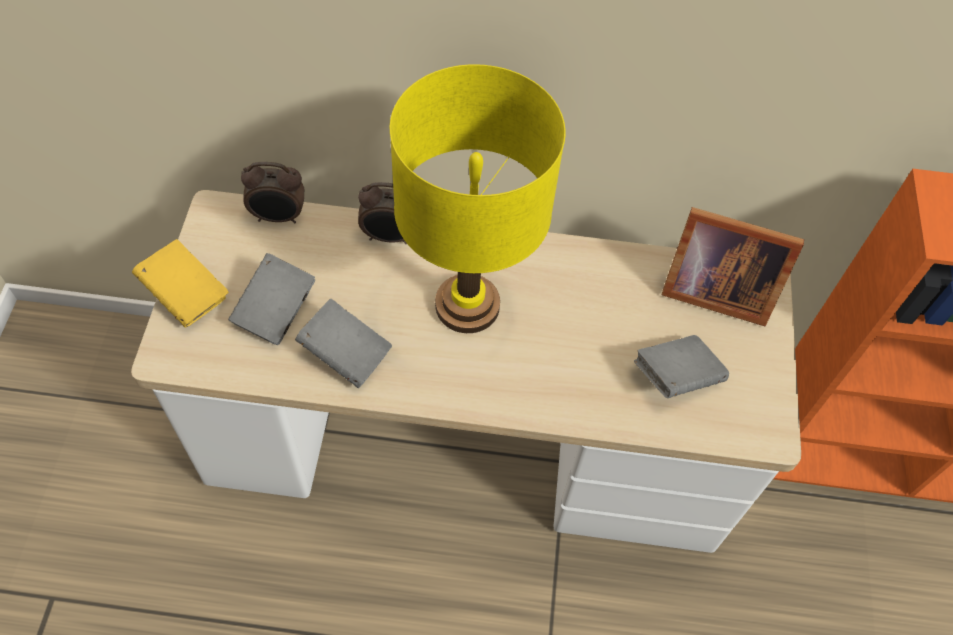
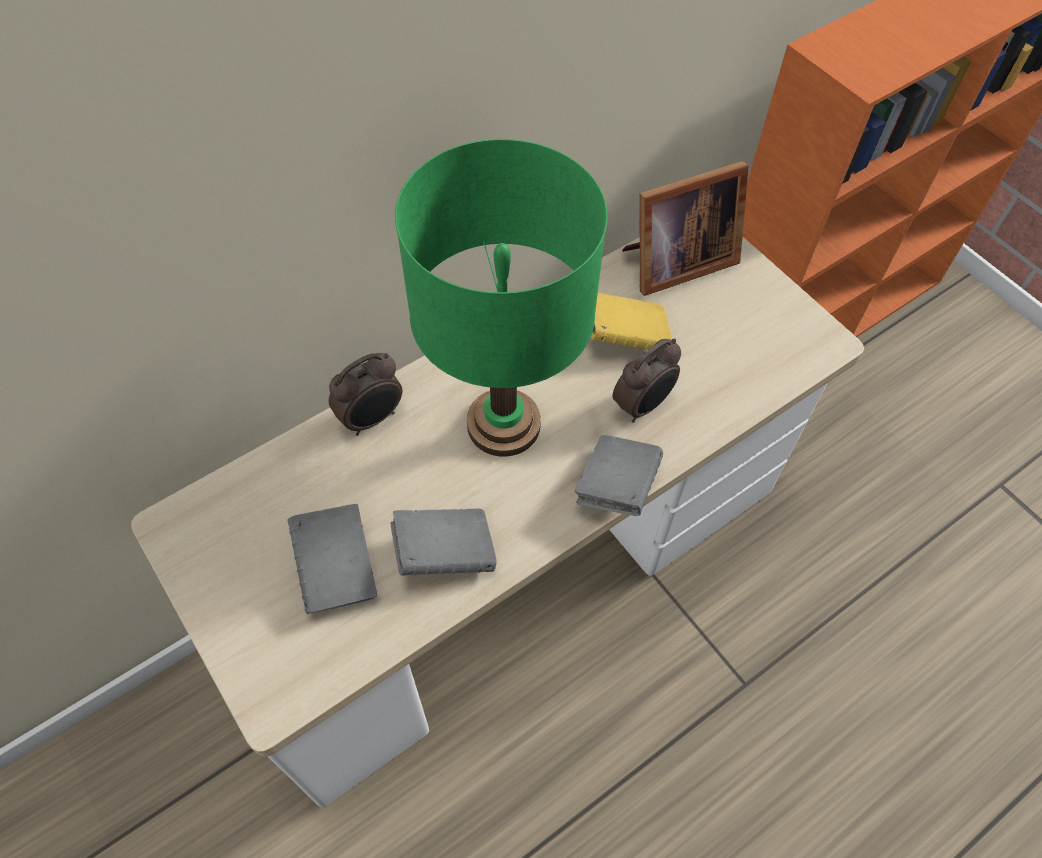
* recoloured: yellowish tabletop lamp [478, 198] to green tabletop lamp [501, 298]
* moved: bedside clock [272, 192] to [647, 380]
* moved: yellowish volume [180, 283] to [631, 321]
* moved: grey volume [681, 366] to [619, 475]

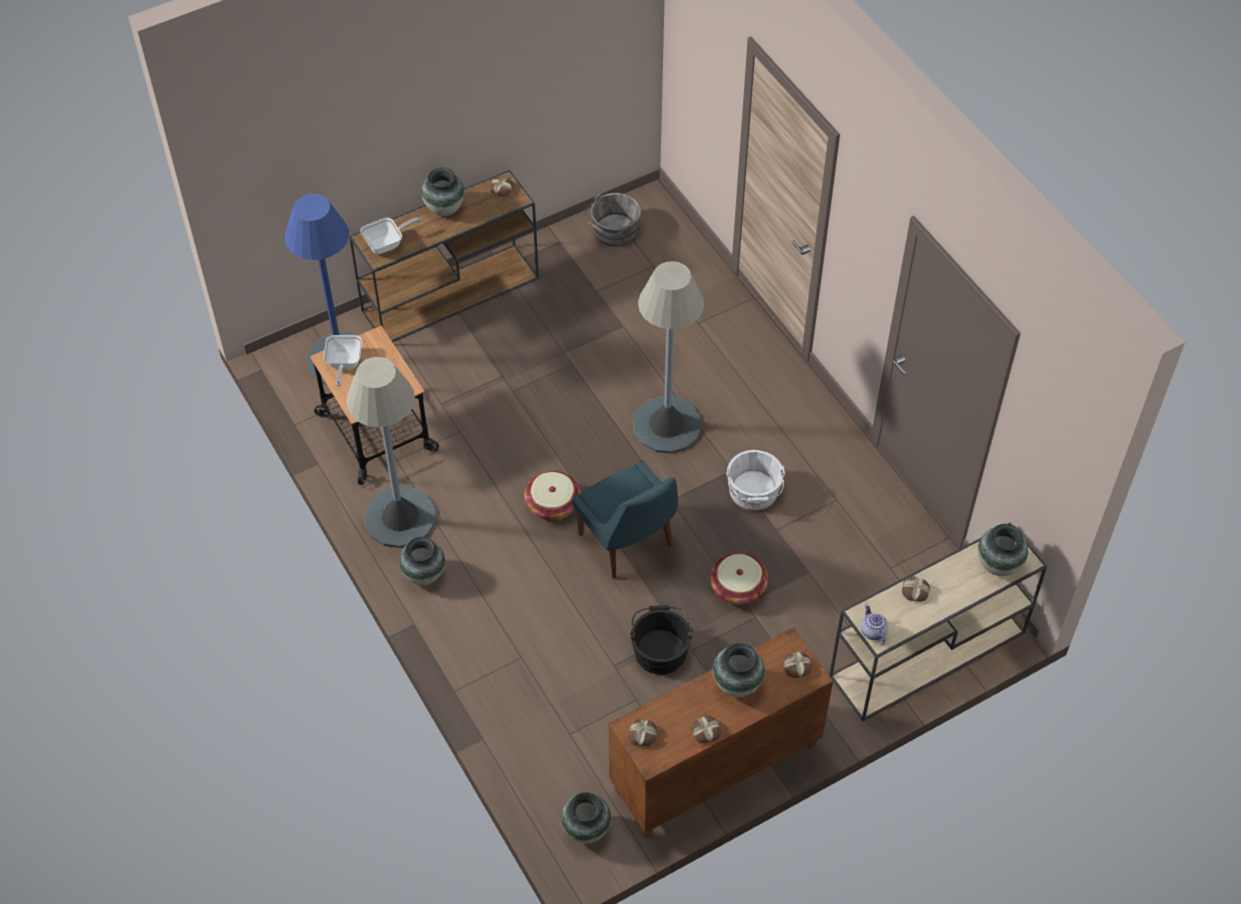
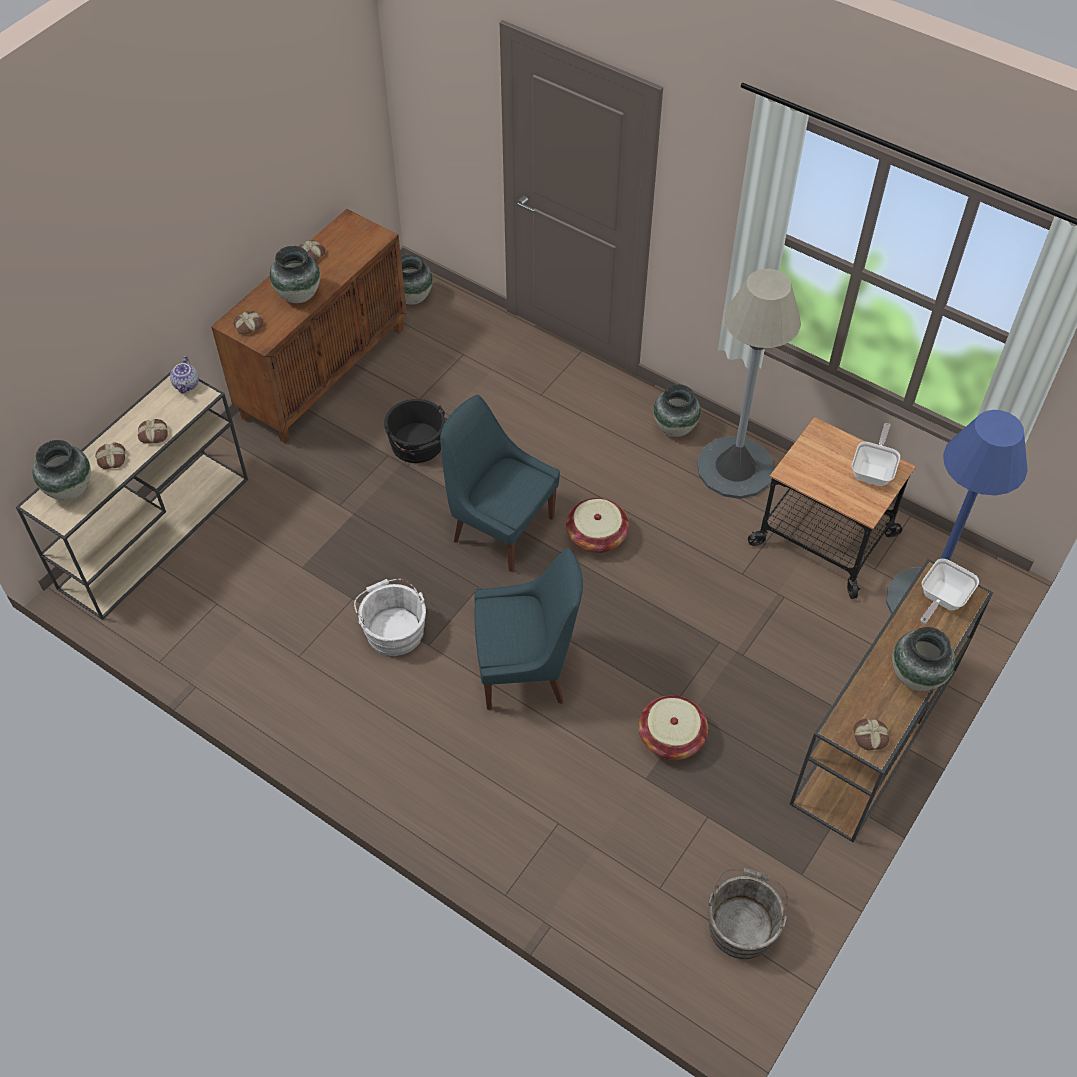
* replaced: grey standard lamp [668, 357] to blue-coloured plain chair [528, 629]
* turned: skillet [343, 360] = [876, 454] 45 degrees clockwise
* moved: storage basket [739, 579] to [673, 727]
* turned: pot for tea [874, 624] = [184, 374] 45 degrees clockwise
* moved: baked bread [642, 732] to [110, 456]

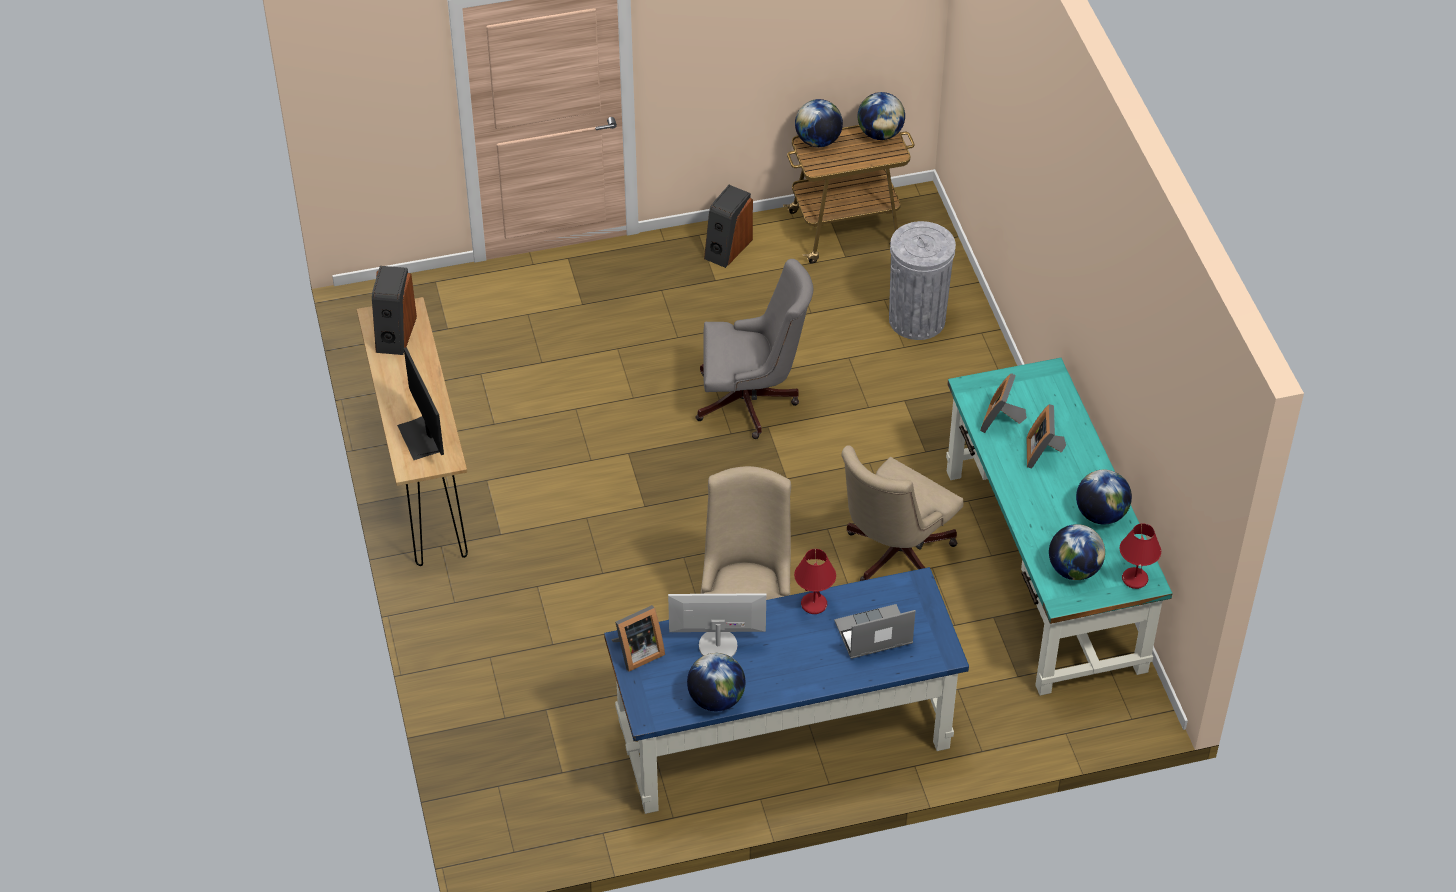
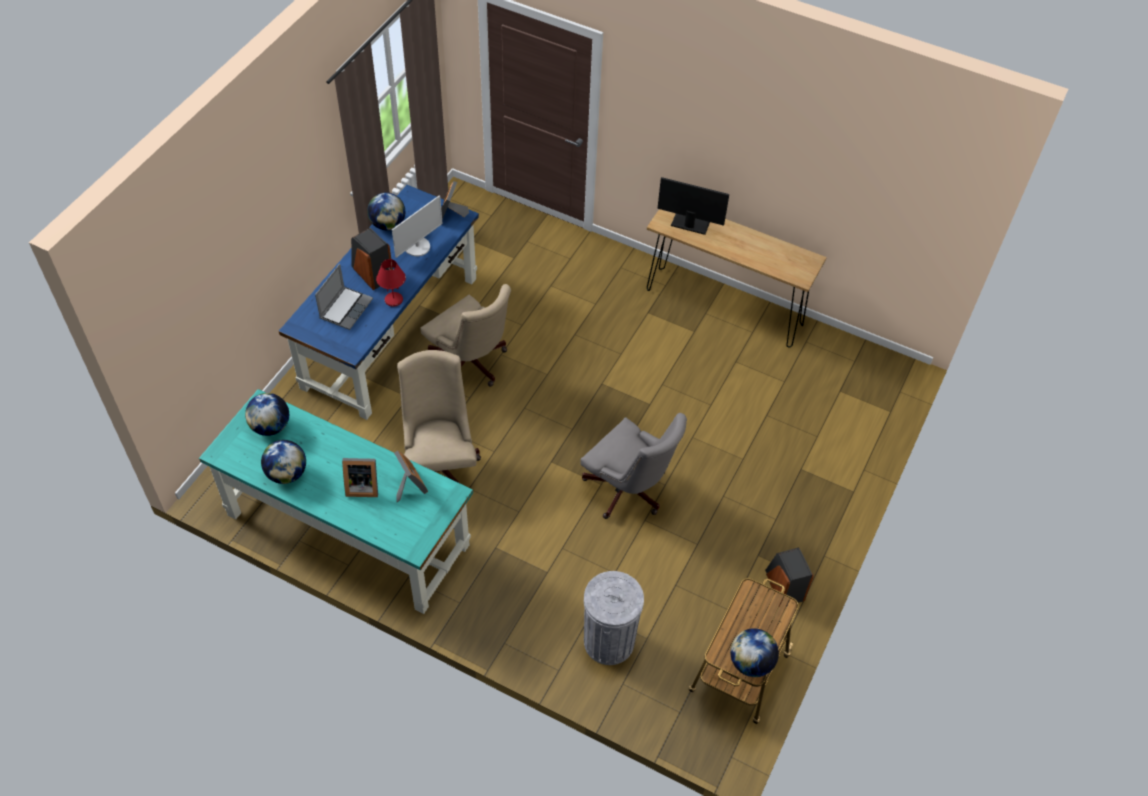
* removed: world globe [819, 123]
* turned: grey computer chair [754, 349] = [633, 466] 90 degrees counterclockwise
* moved: speaker [394, 310] to [372, 259]
* turned: standing frame [1046, 436] = [360, 477] 135 degrees clockwise
* removed: red-coloured tabletop lamp [1140, 556]

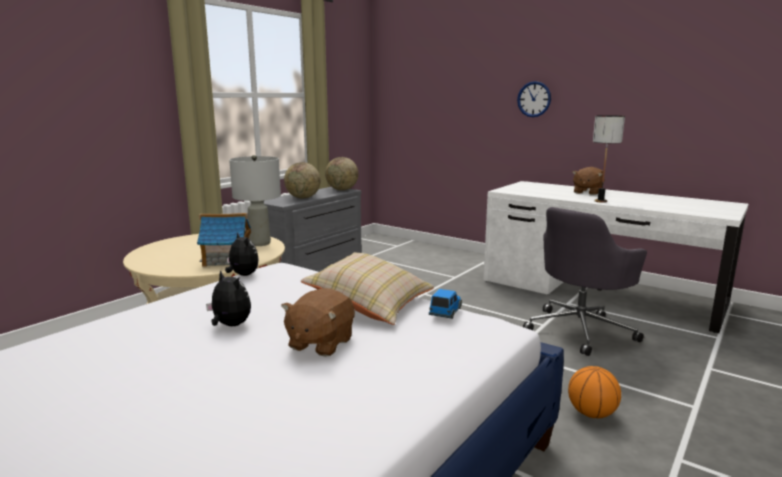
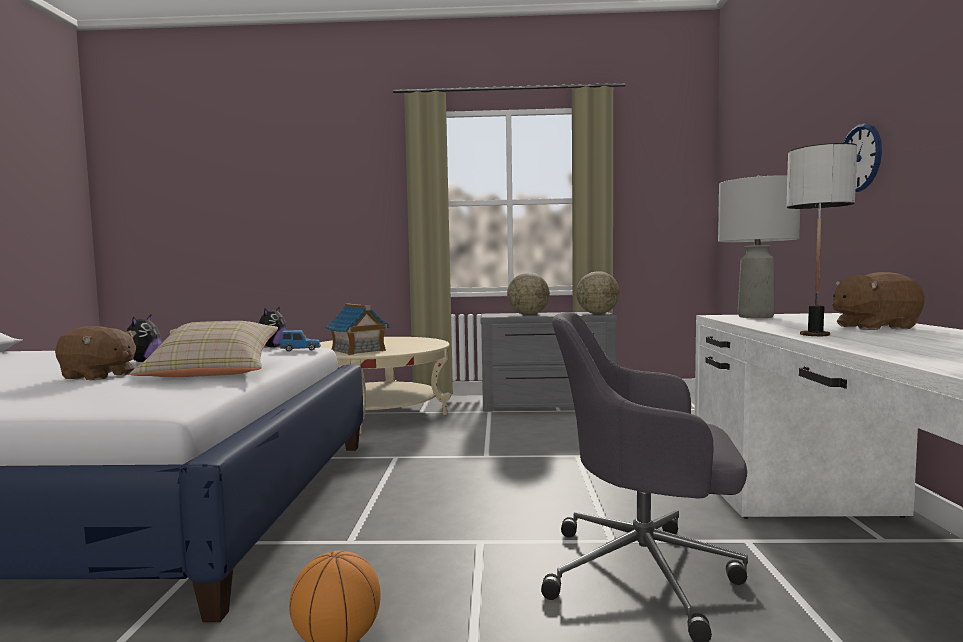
* moved: grey tabletop lamp [255, 200] to [759, 246]
* turned: brownish cuddly toy [318, 322] = [95, 353] 150 degrees counterclockwise
* moved: miniature car [445, 304] to [300, 341]

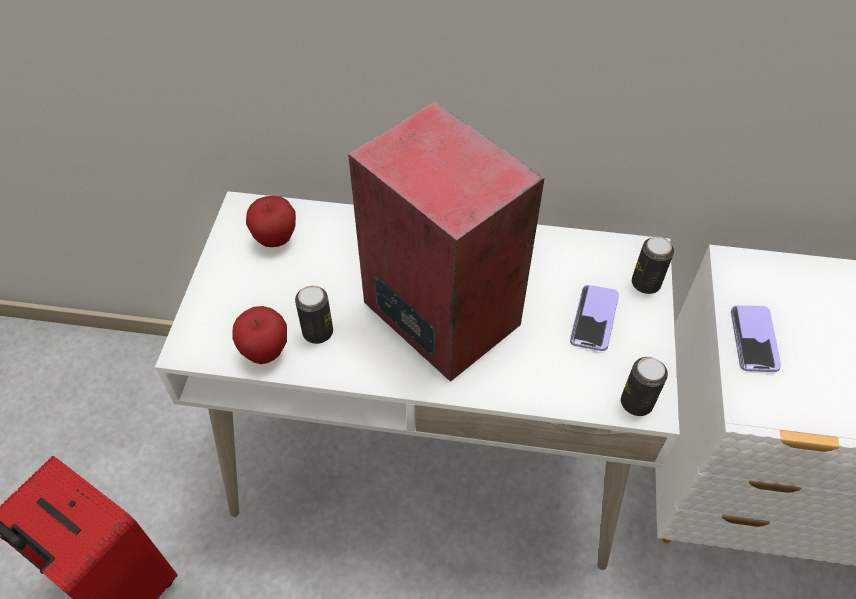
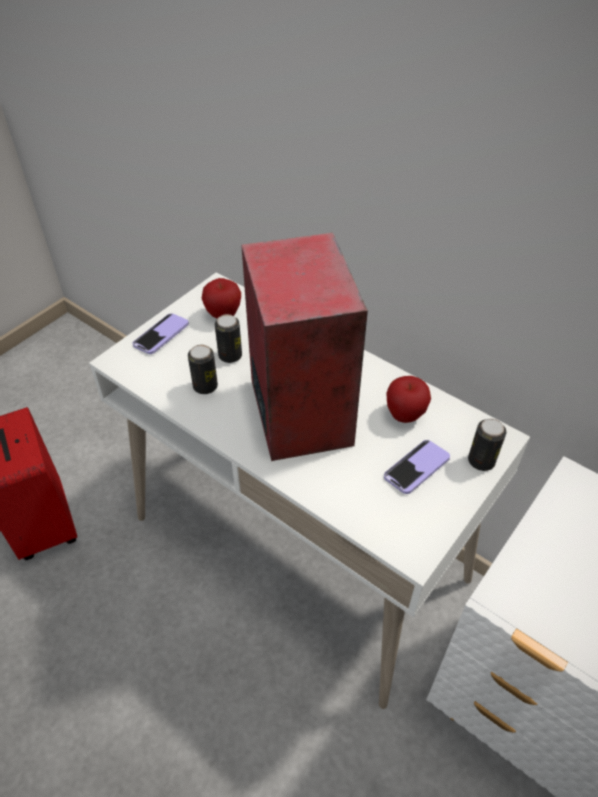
* moved: phone [756, 338] to [160, 333]
* moved: apple fruit [259, 335] to [408, 399]
* moved: can [644, 386] to [228, 338]

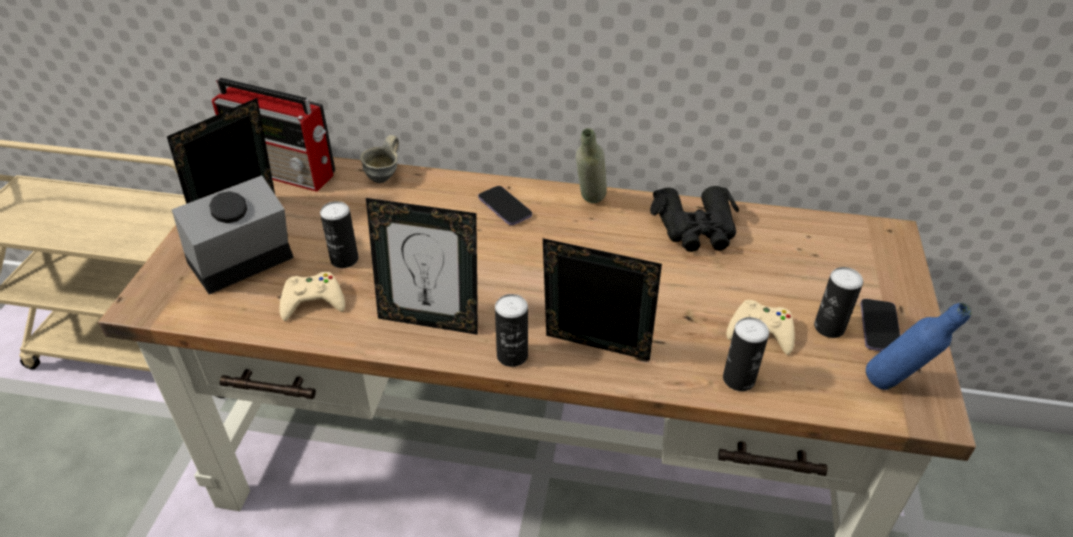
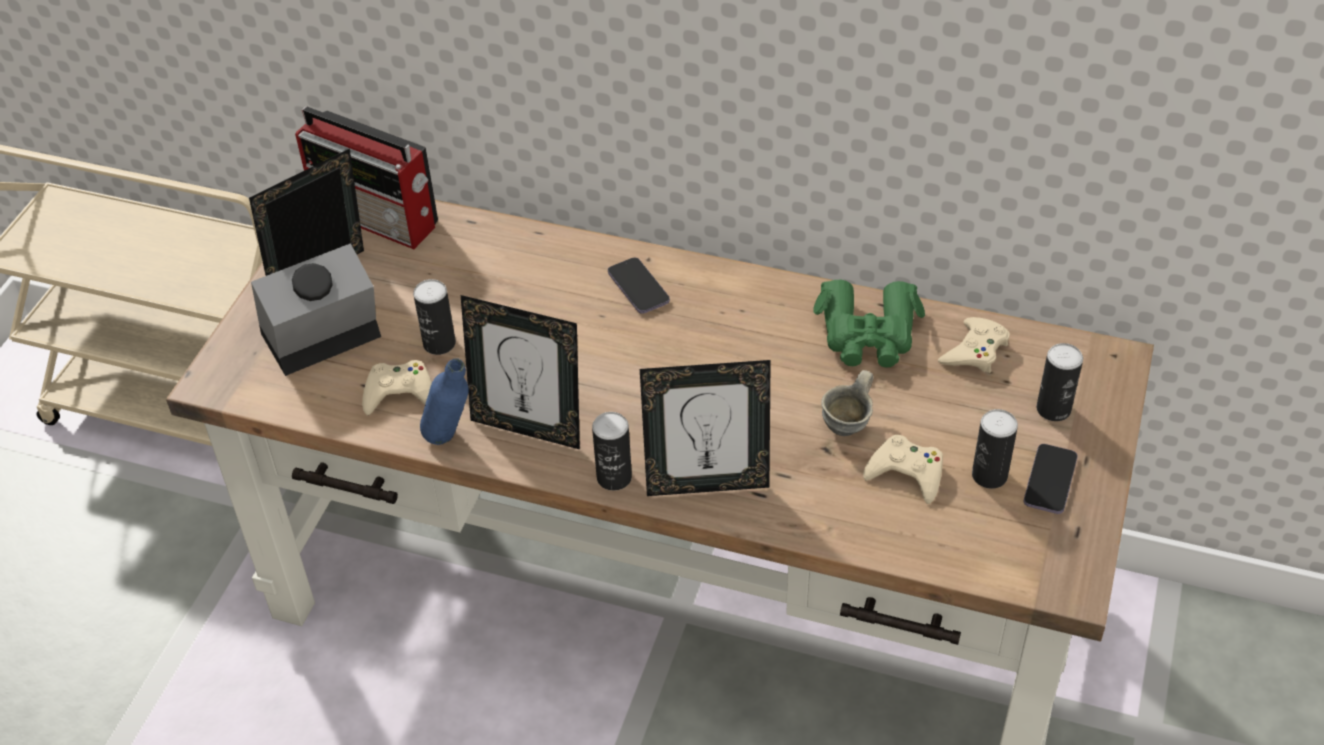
* removed: grey bottle [591, 165]
* moved: grey coffee mug [379, 159] to [847, 403]
* recoloured: black field glasses [694, 219] to green field glasses [869, 324]
* turned: standing frame [602, 299] = [705, 428] 150 degrees clockwise
* moved: blue-coloured bottle [919, 346] to [444, 401]
* moved: can [746, 354] to [1059, 382]
* added: beige-coloured gamepad [974, 345]

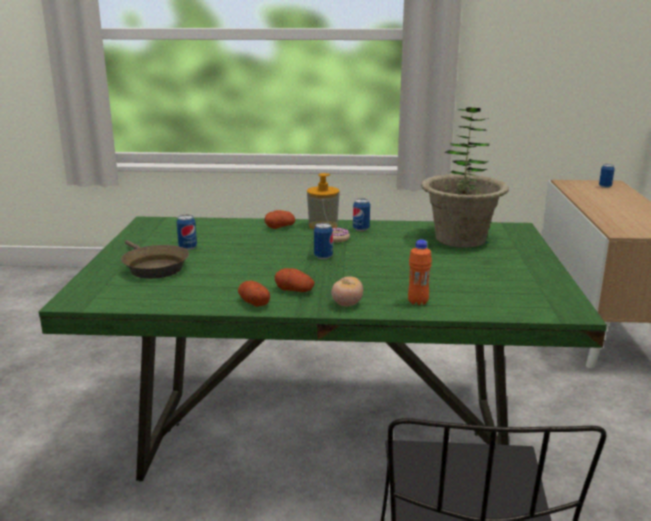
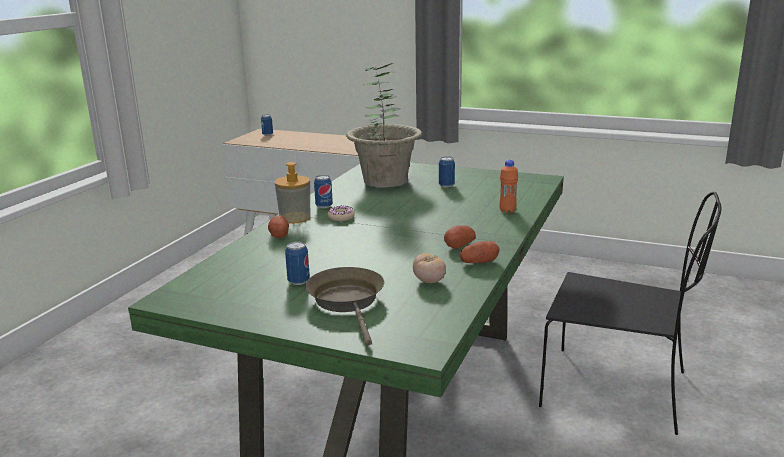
* moved: can [323, 241] to [447, 171]
* turned: brownish skillet [155, 259] = [344, 306] 90 degrees counterclockwise
* moved: fresh tomato [347, 291] to [429, 268]

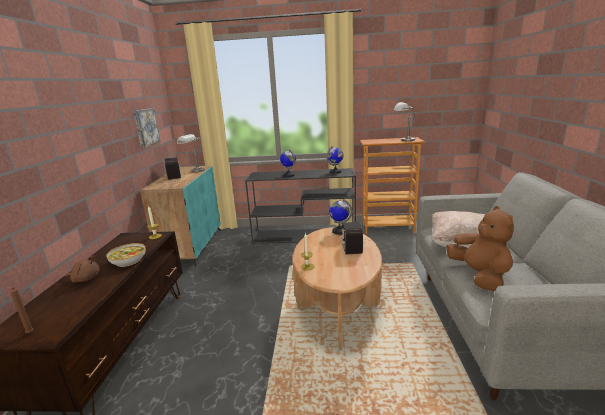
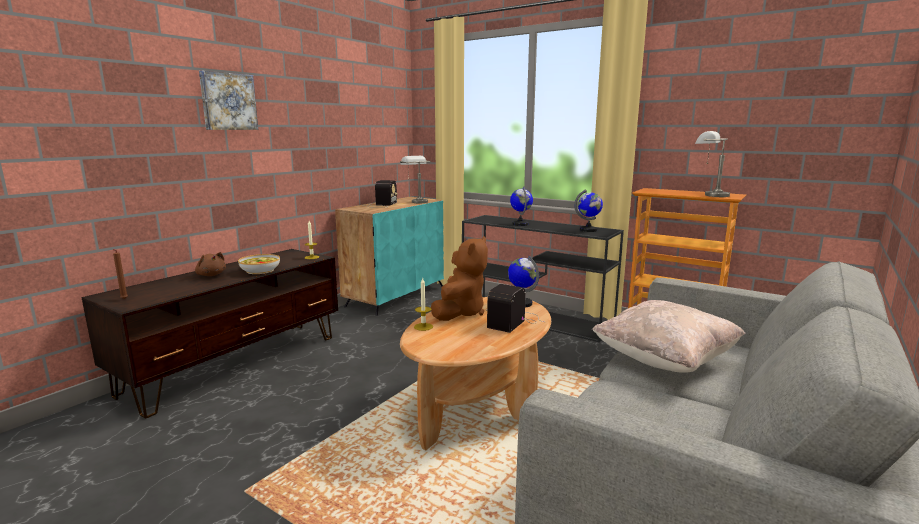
* moved: picture [147, 128] to [228, 100]
* moved: brownish cuddly toy [480, 248] to [459, 278]

